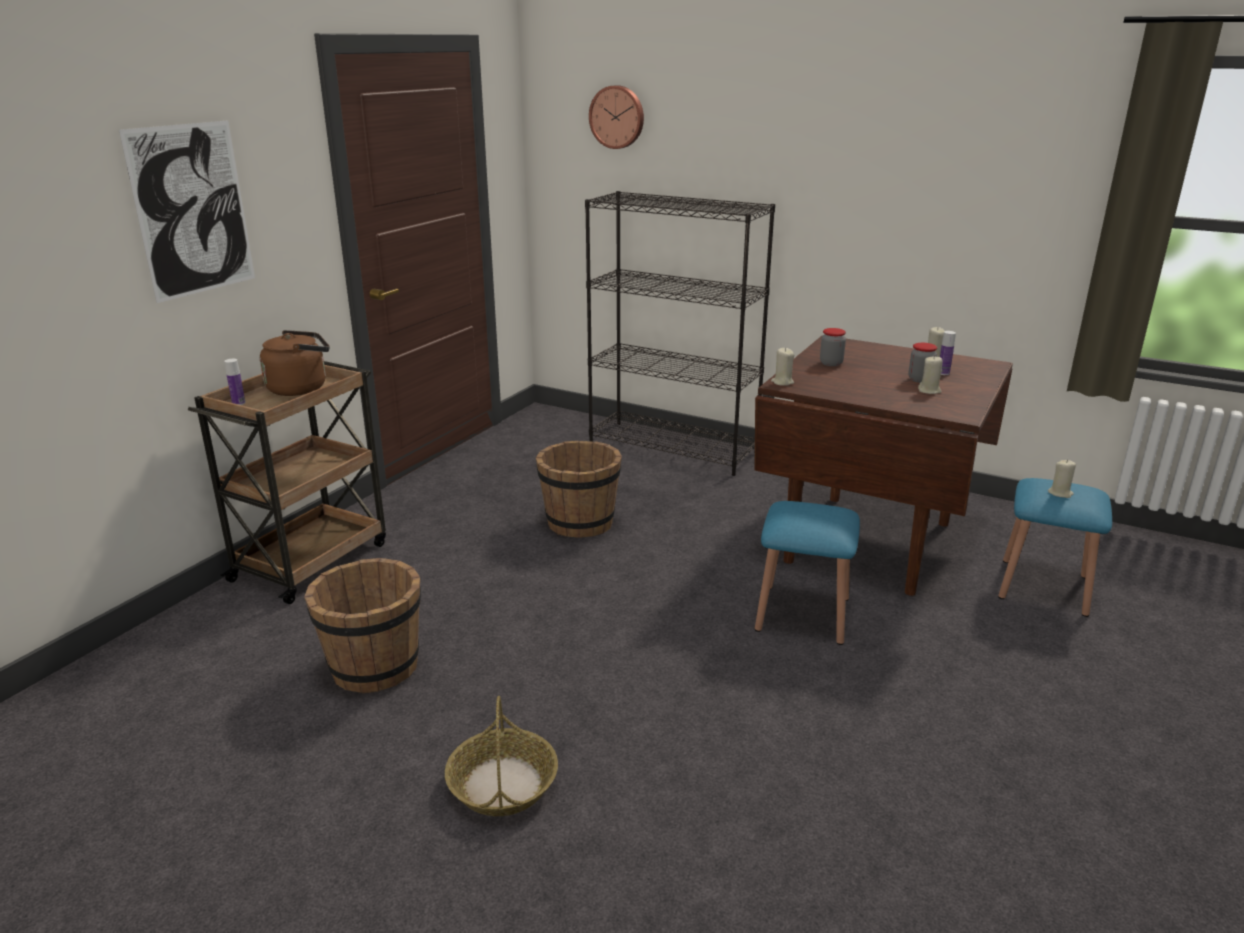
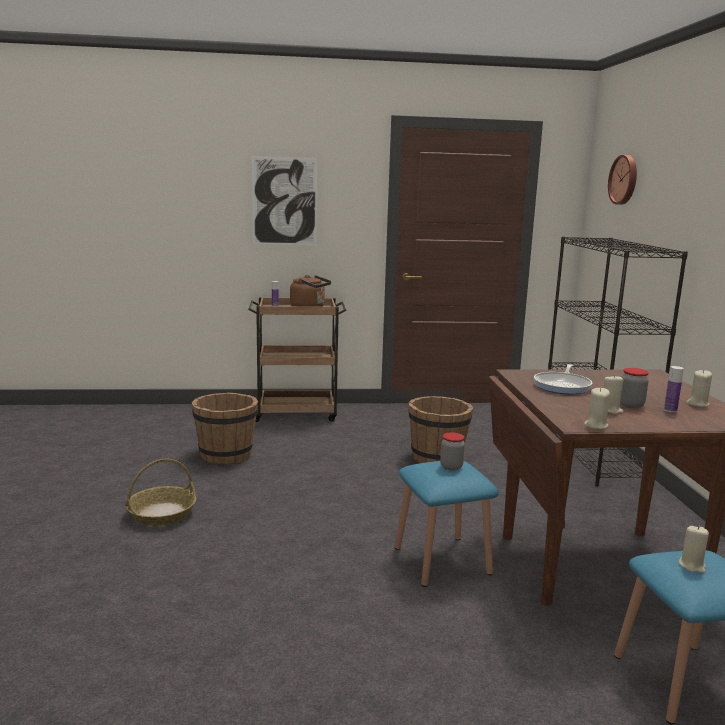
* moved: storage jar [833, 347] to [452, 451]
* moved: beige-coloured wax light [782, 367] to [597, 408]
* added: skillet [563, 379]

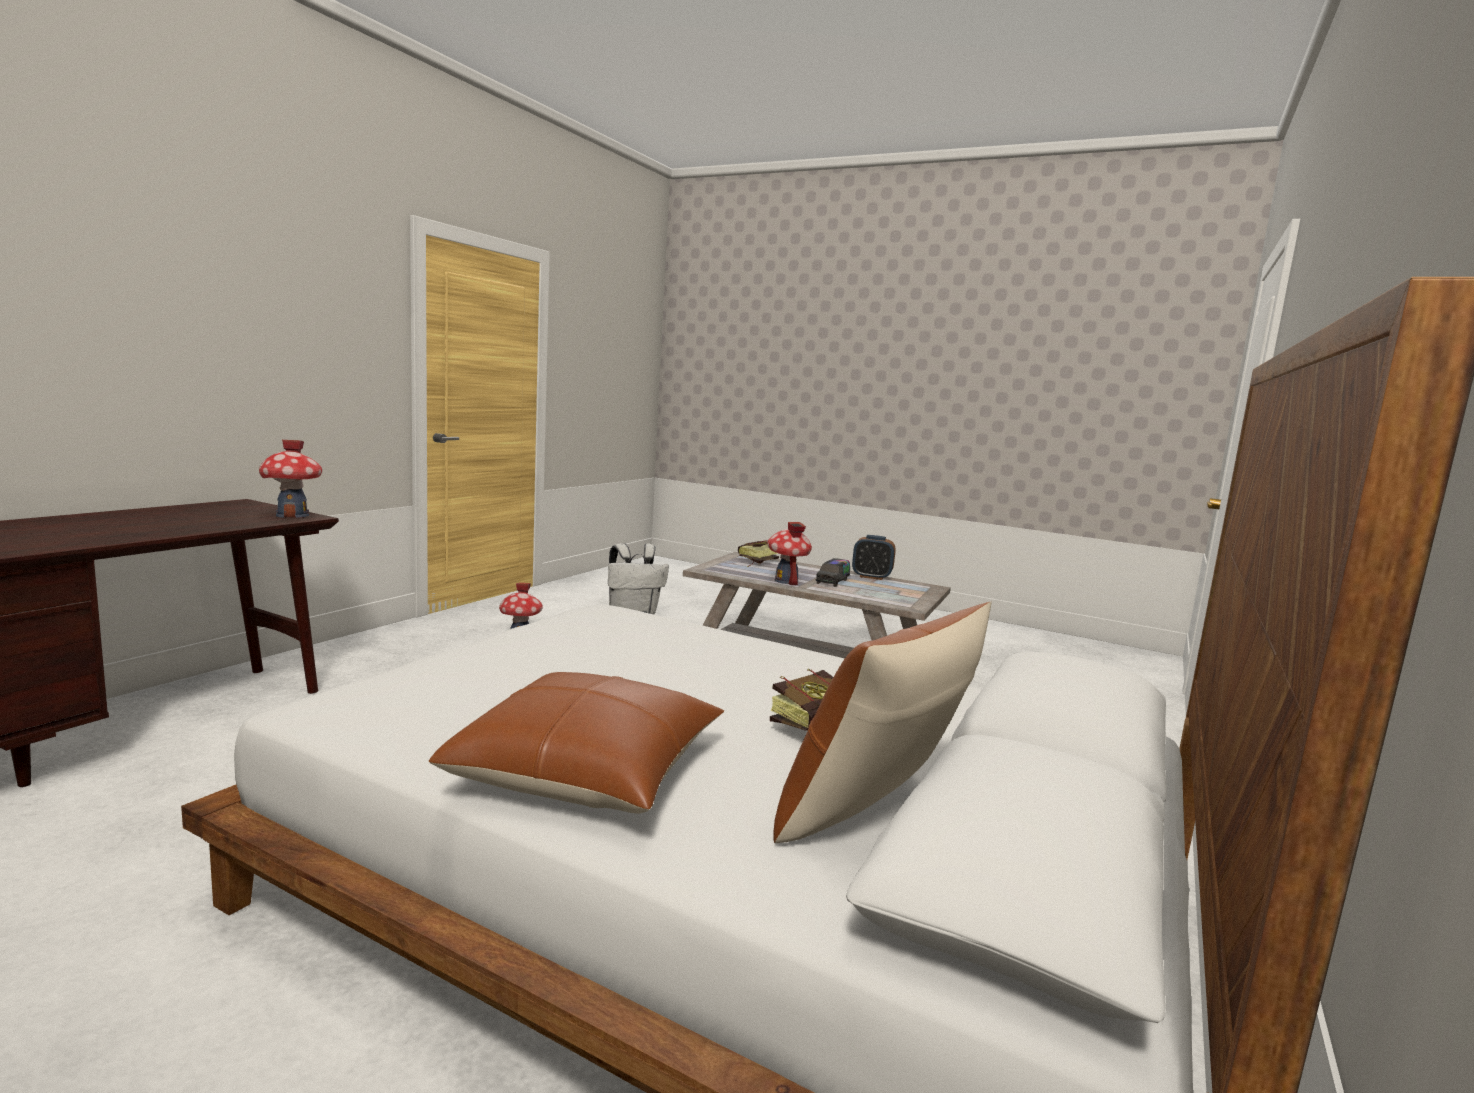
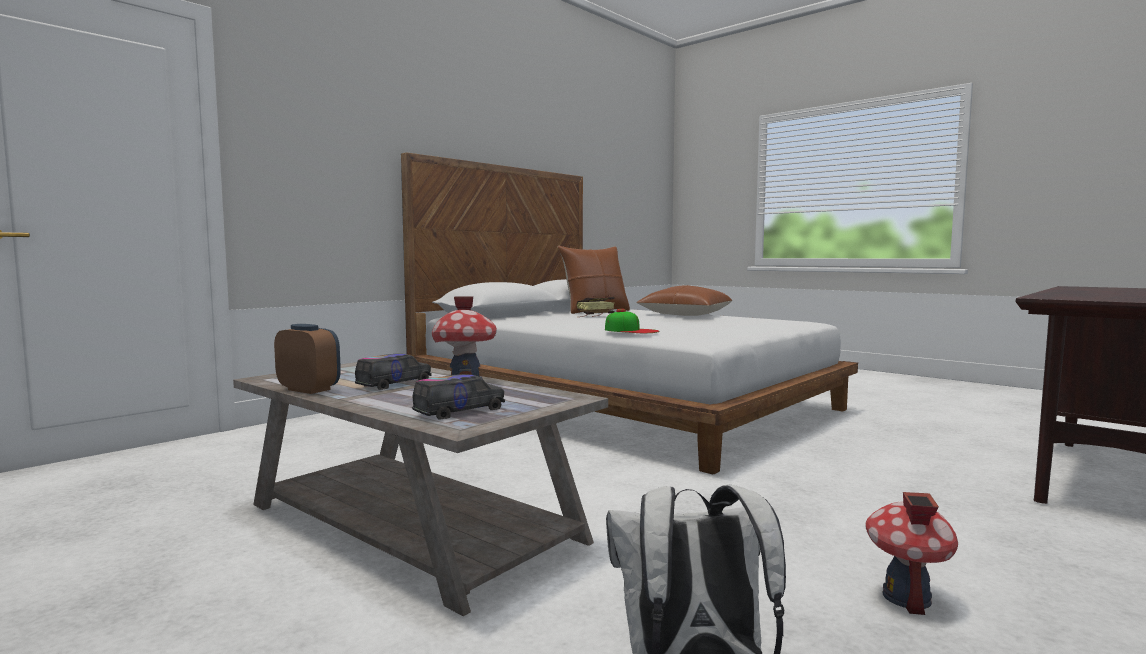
* removed: model house [290, 479]
* replaced: volume [758, 553] to toy lorry [458, 397]
* added: peaked cap [632, 321]

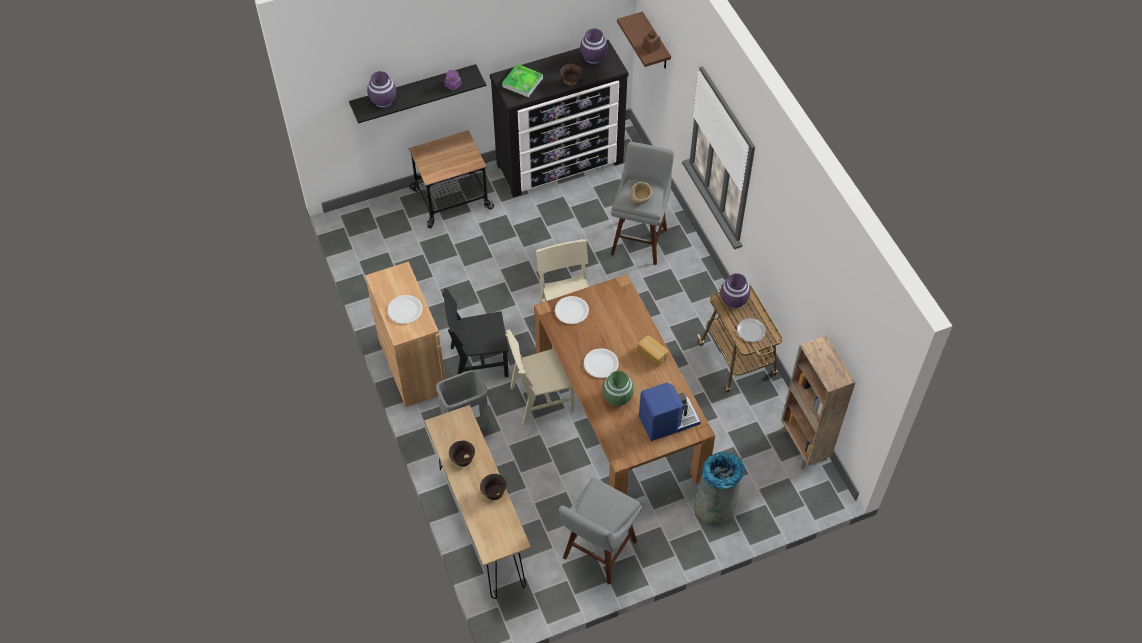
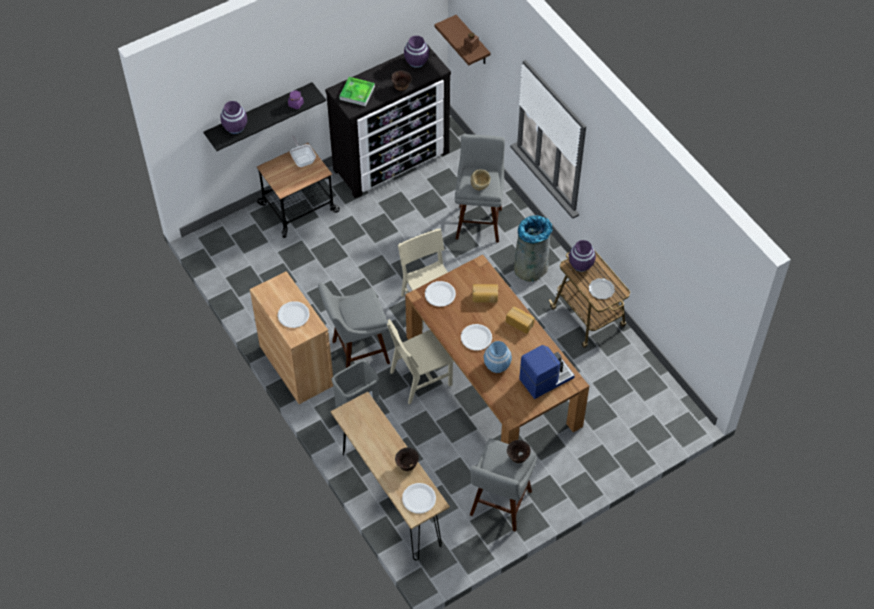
* replaced: black plain chair [475, 333] to grey stool [354, 325]
* removed: brownish shelving unit [818, 402]
* recoloured: green decorative vase [618, 388] to blue-coloured decorative vase [498, 357]
* moved: brownish deep dish [462, 453] to [519, 451]
* moved: grey rubbish bin [719, 489] to [533, 248]
* added: skillet [303, 151]
* added: baked bread [485, 293]
* added: white dinner plate [419, 498]

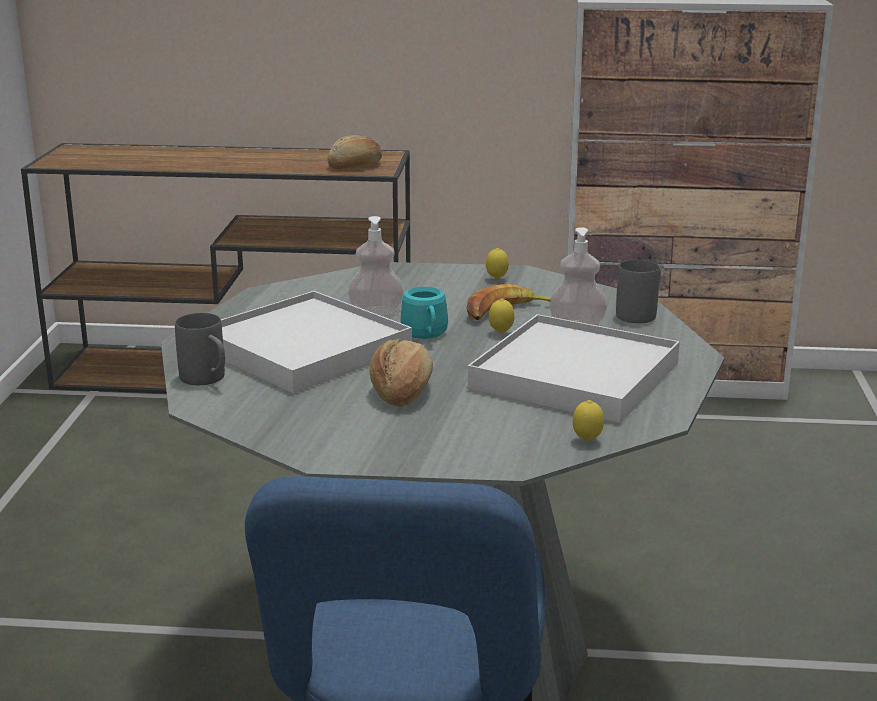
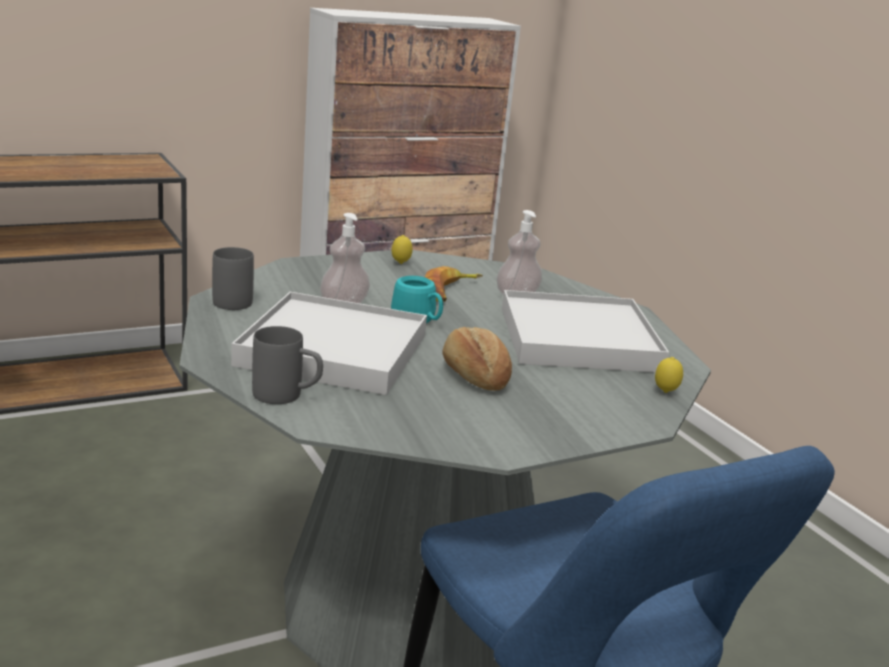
* removed: baked bread [354, 152]
* moved: grey coffee mug [638, 291] to [233, 278]
* removed: lemon [502, 316]

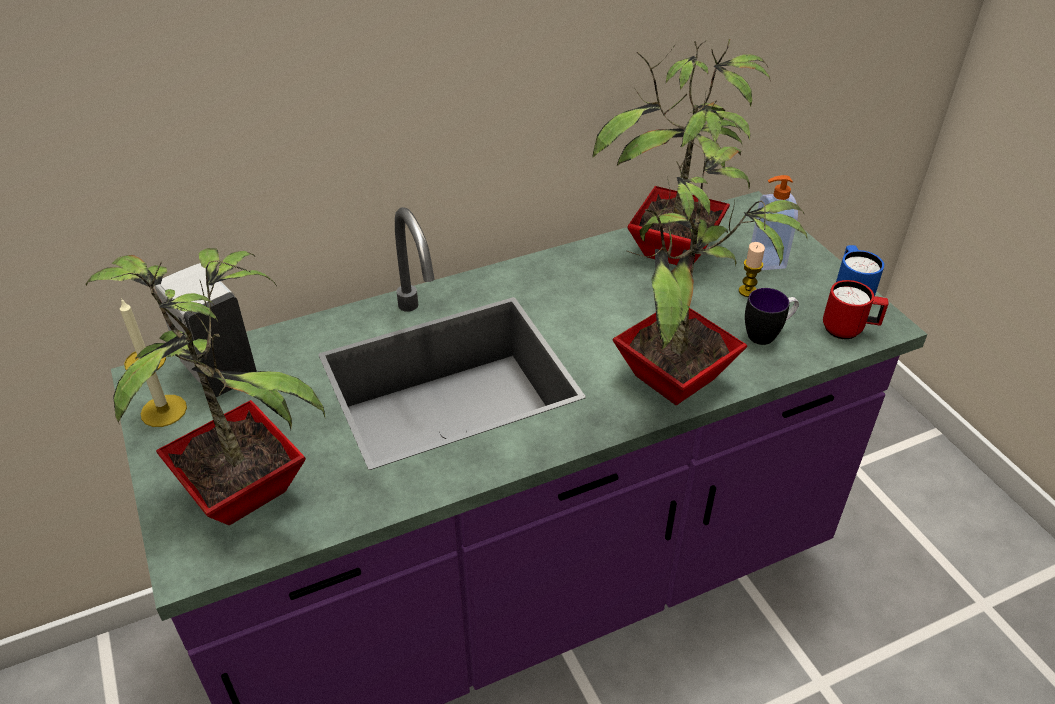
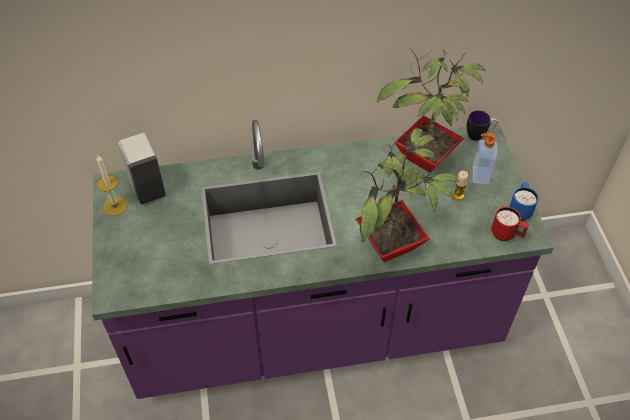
* removed: plant in a pot [205, 386]
* moved: coffee mug [772, 316] to [482, 125]

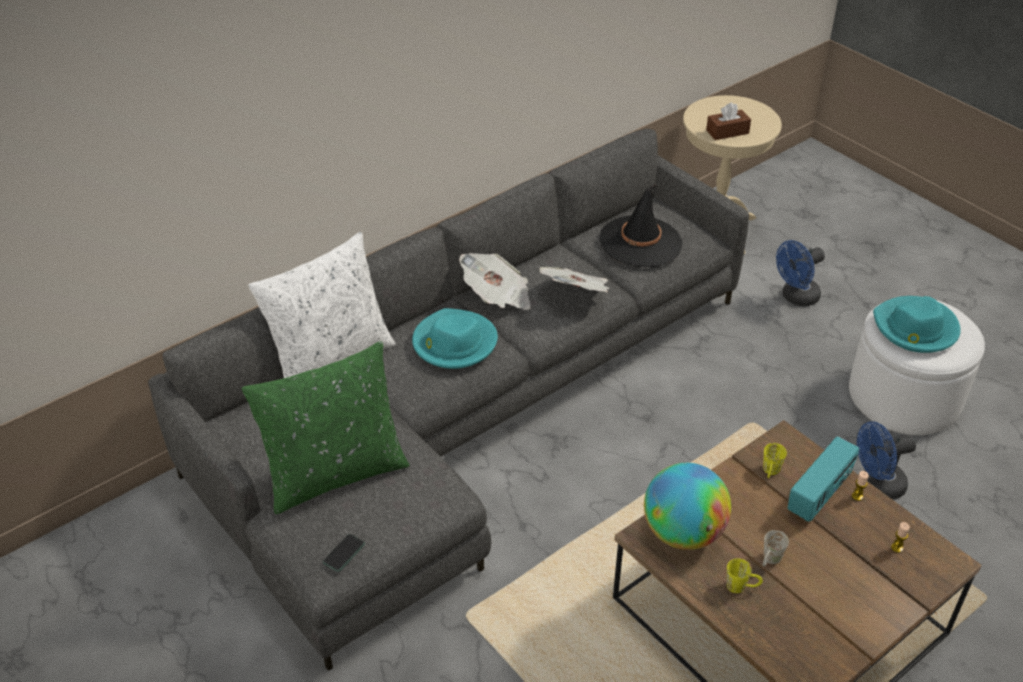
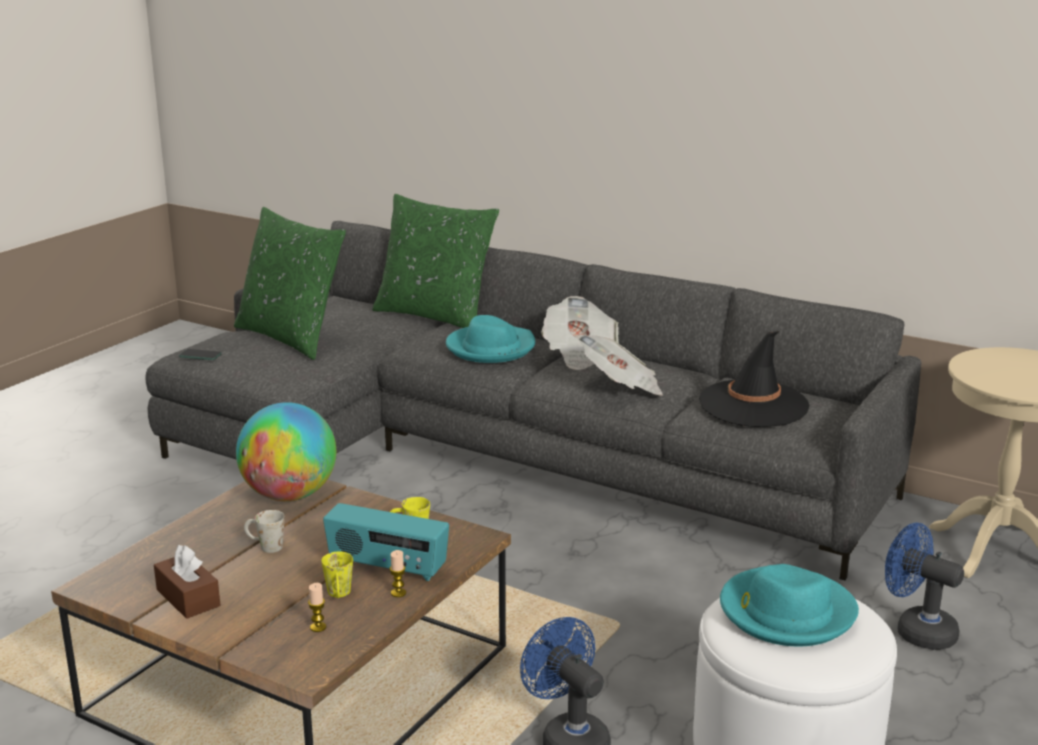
* moved: brownish box of tissues [728, 121] to [187, 582]
* recoloured: white cushion [322, 305] to green cushion [435, 261]
* moved: yellowish coffee mug [745, 575] to [337, 574]

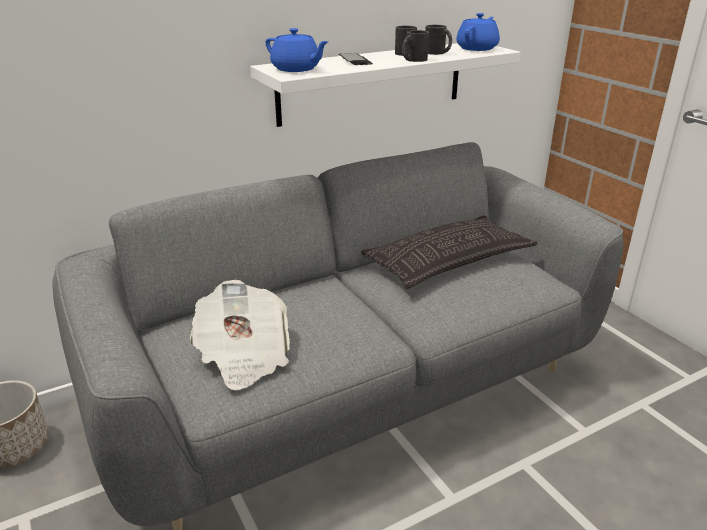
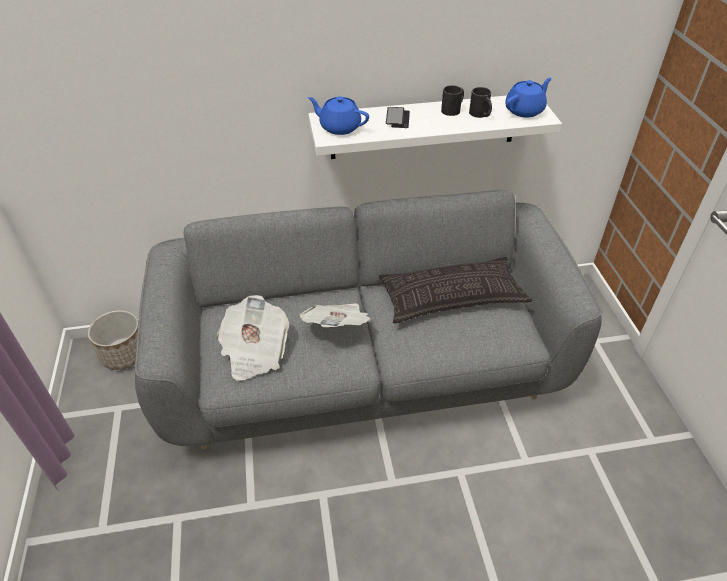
* turned: blue-coloured pot for tea [297, 50] = [338, 115] 150 degrees clockwise
* removed: black coffee mug [415, 46]
* added: printed paper [335, 315]

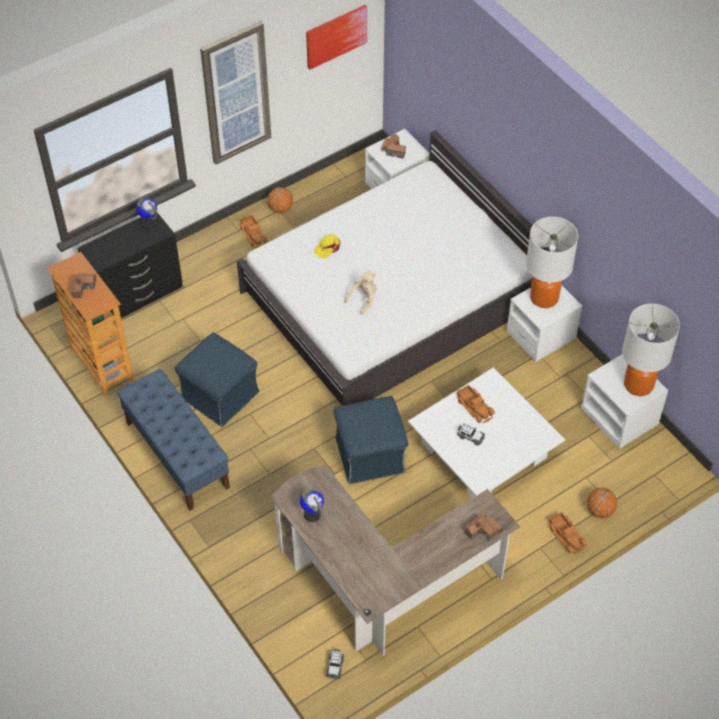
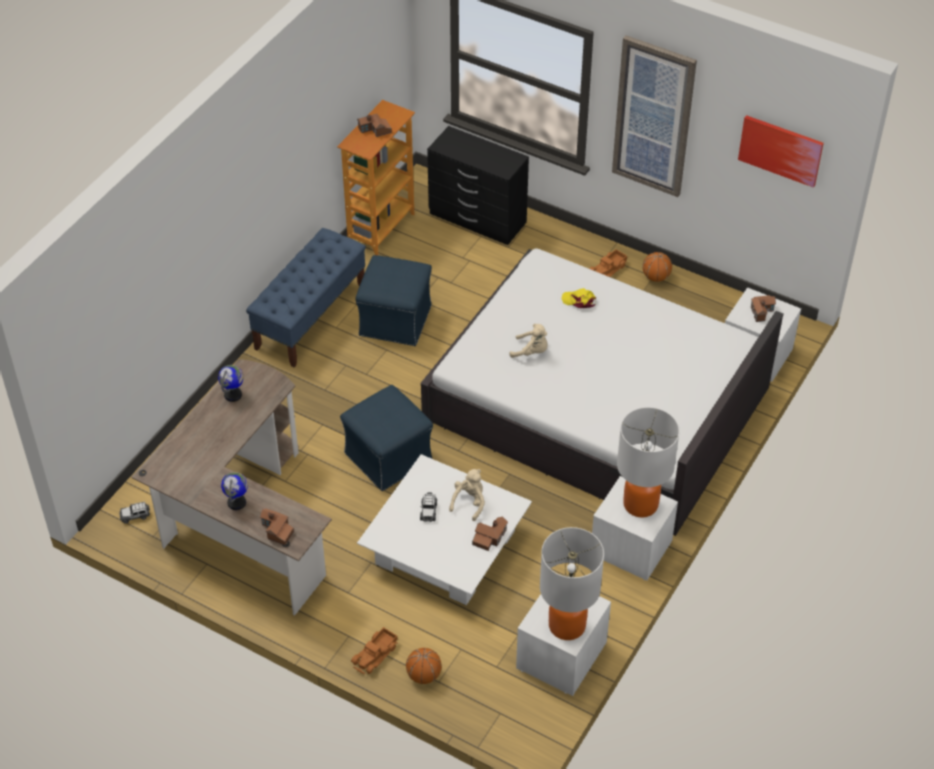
* moved: world globe [146, 213] to [234, 491]
* replaced: toy lorry [475, 404] to beige-coloured cuddly toy [467, 495]
* added: model house [490, 534]

